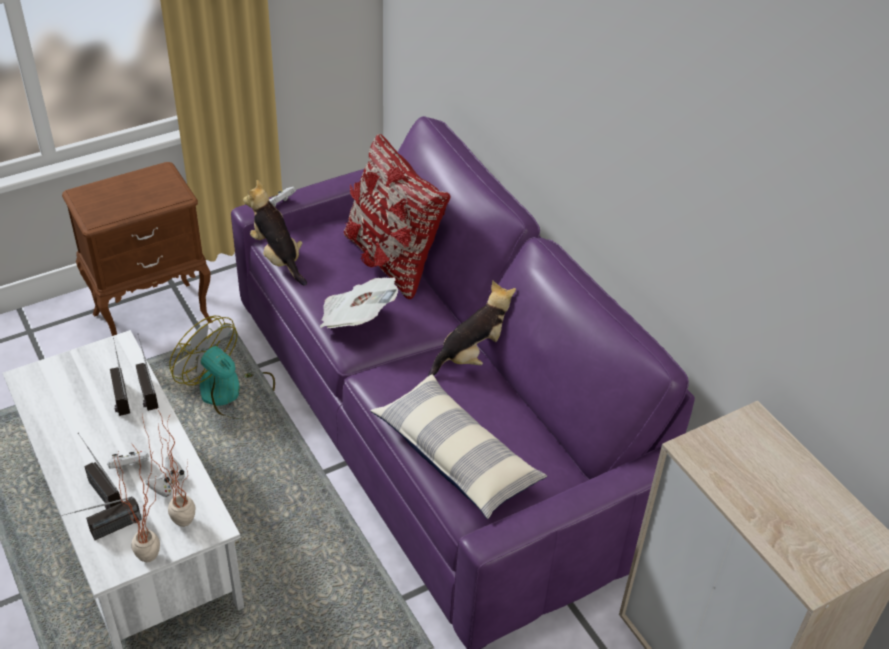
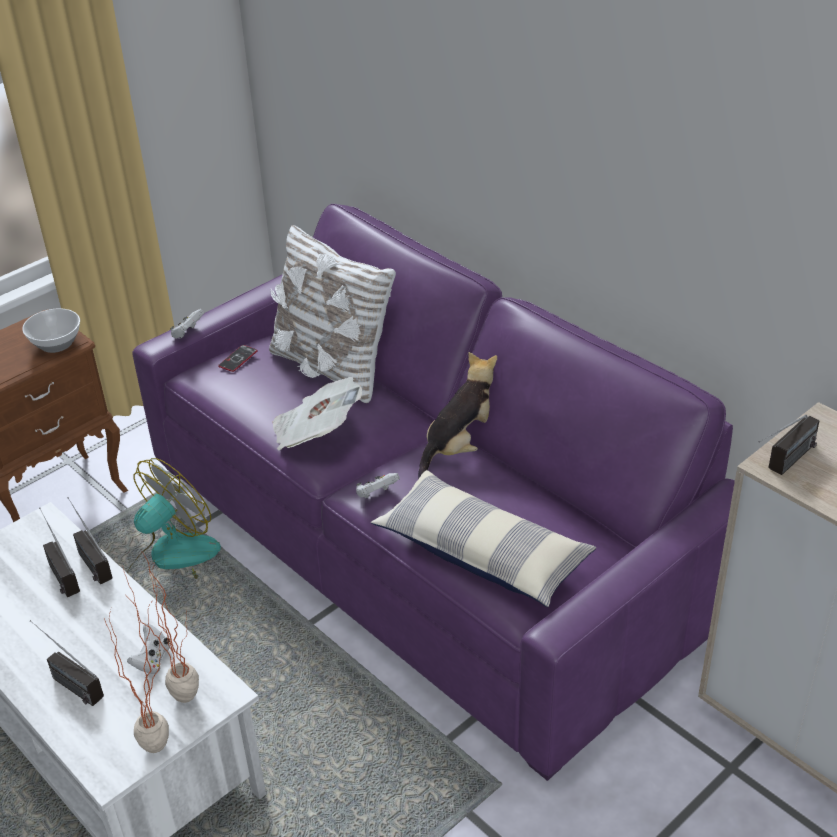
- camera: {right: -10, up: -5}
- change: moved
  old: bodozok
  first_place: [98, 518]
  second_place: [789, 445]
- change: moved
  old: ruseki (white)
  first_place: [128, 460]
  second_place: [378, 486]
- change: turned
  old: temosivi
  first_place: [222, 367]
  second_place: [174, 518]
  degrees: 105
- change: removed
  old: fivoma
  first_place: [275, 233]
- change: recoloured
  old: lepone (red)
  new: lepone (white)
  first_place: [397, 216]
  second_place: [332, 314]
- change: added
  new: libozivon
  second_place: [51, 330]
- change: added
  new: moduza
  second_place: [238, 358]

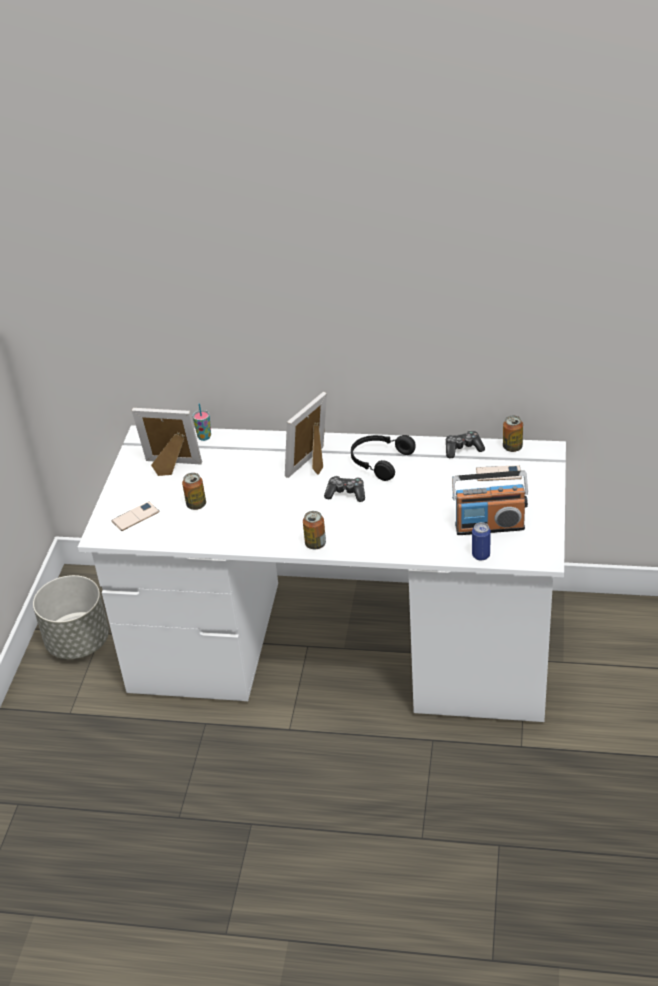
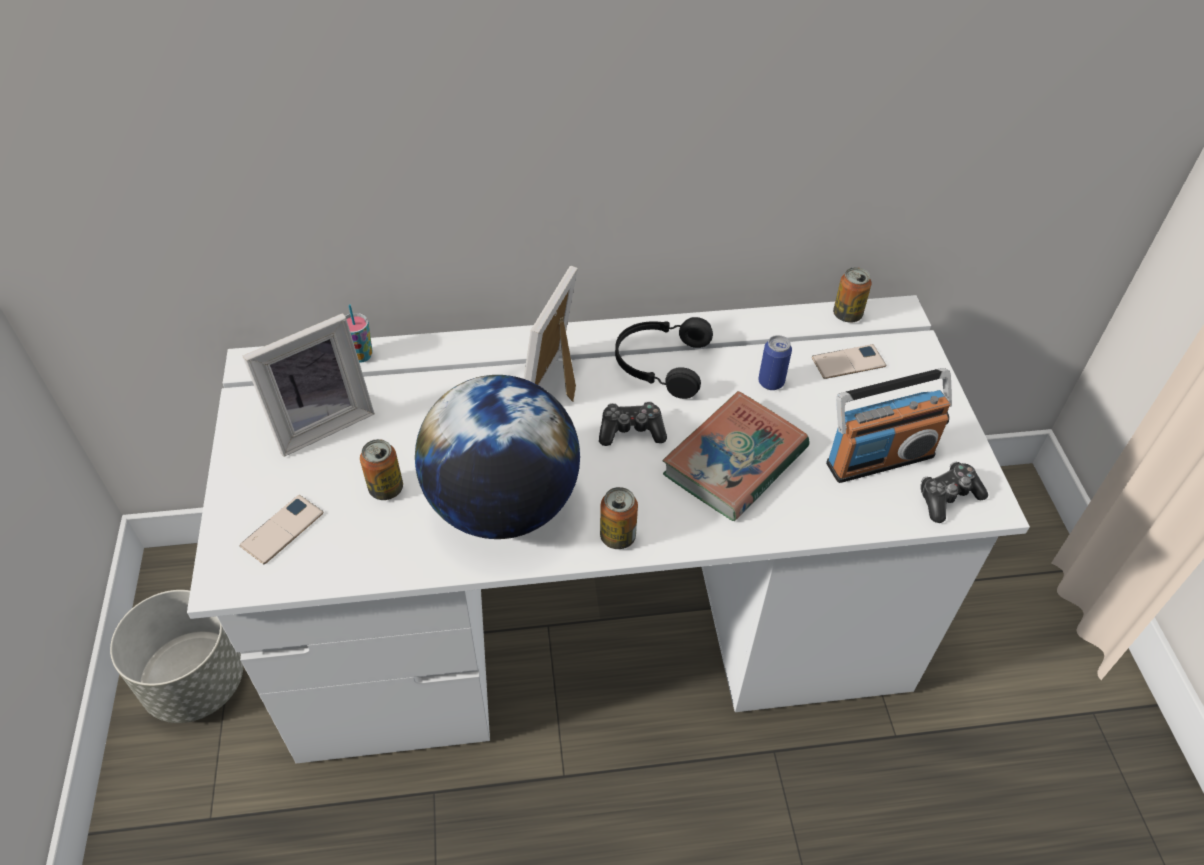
- camera: {right: -20, up: 10}
- change: turned
  old: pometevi
  first_place: [167, 442]
  second_place: [309, 385]
  degrees: 150
- change: moved
  old: ruseki
  first_place: [465, 444]
  second_place: [954, 492]
- change: moved
  old: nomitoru
  first_place: [481, 541]
  second_place: [775, 362]
- change: added
  new: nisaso
  second_place: [497, 457]
- change: added
  new: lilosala
  second_place: [735, 456]

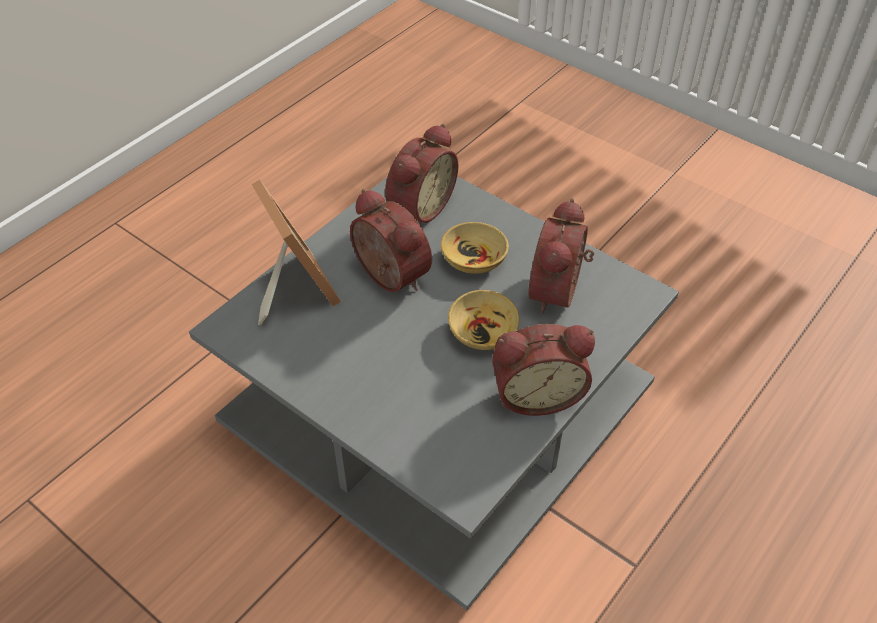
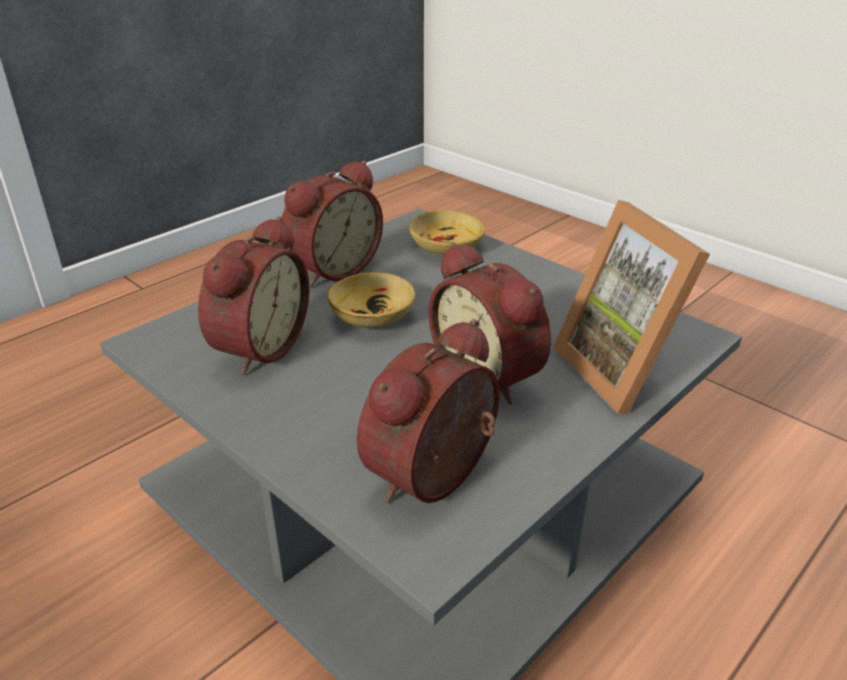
- camera: {right: -175, up: -15}
- change: moved
  old: libozivon (beige)
  first_place: [475, 248]
  second_place: [447, 232]
- change: turned
  old: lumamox
  first_place: [543, 370]
  second_place: [332, 223]
  degrees: 135

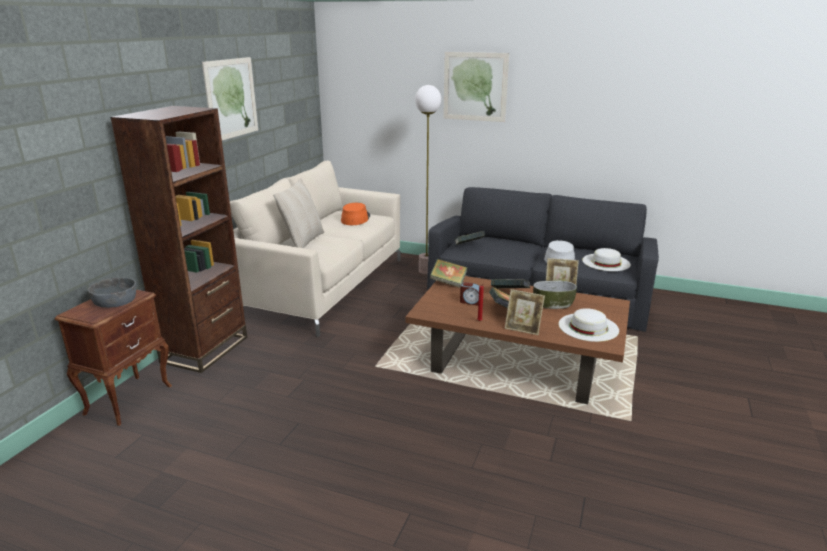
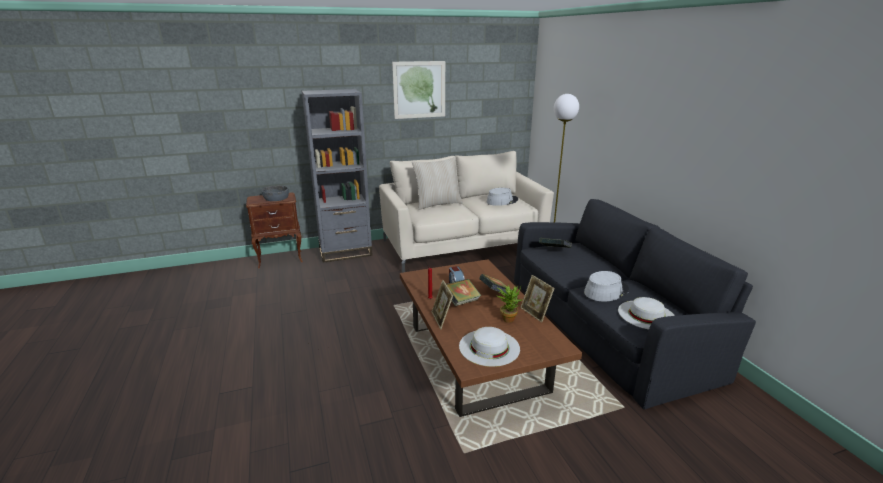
- camera: {right: 50, up: 0}
- change: recoloured
  old: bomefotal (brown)
  new: bomefotal (grey)
  first_place: [178, 239]
  second_place: [337, 176]
- change: recoloured
  old: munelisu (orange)
  new: munelisu (grey)
  first_place: [355, 214]
  second_place: [502, 197]
- change: removed
  old: lilosala
  first_place: [449, 273]
- change: removed
  old: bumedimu
  first_place: [476, 87]
- change: replaced
  old: libozivon
  new: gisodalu
  first_place: [555, 295]
  second_place: [510, 304]

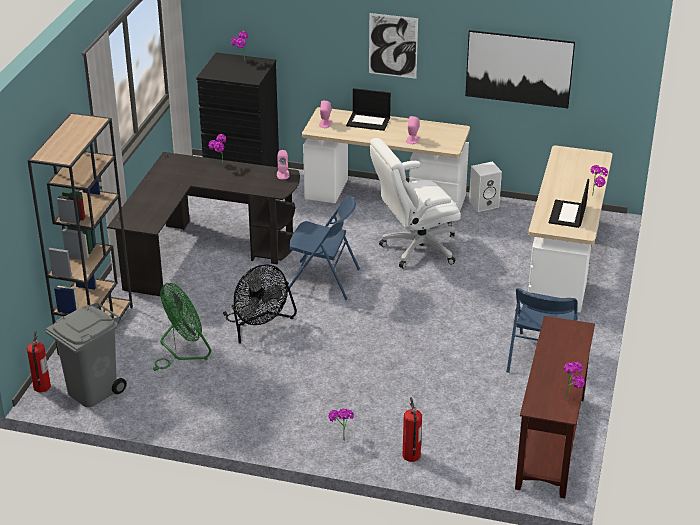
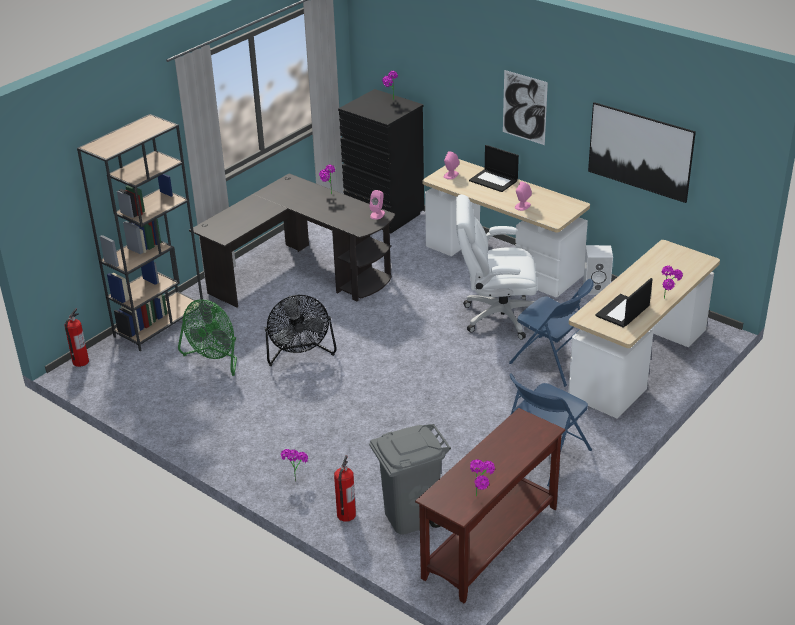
- camera: {right: 25, up: 0}
- change: moved
  old: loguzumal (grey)
  first_place: [86, 355]
  second_place: [410, 479]
- change: turned
  old: temosivi (green)
  first_place: [182, 327]
  second_place: [207, 337]
  degrees: 135
- change: moved
  old: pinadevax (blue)
  first_place: [324, 247]
  second_place: [551, 333]

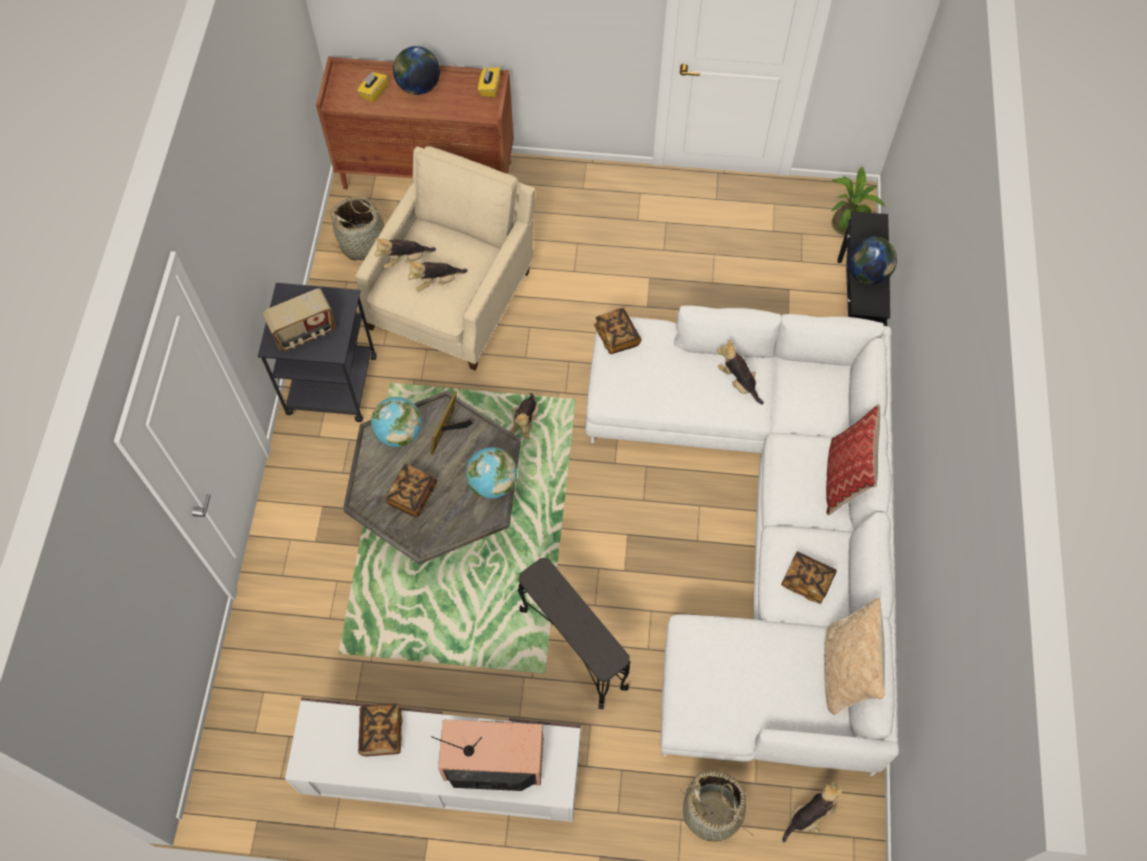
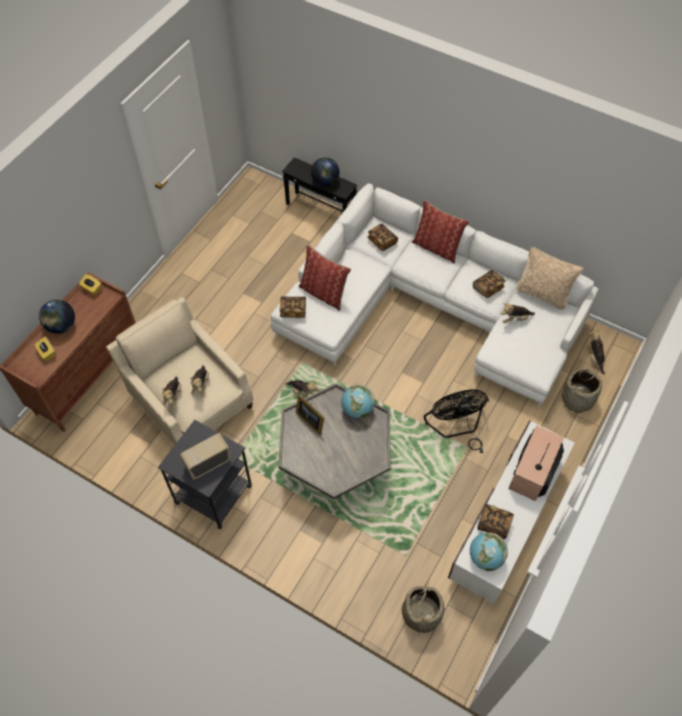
- camera: {right: -65, up: -5}
- change: turned
  old: bodozok
  first_place: [299, 320]
  second_place: [205, 456]
  degrees: -120
- change: moved
  old: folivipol
  first_place: [359, 228]
  second_place: [423, 608]
- change: moved
  old: nisaso
  first_place: [396, 422]
  second_place: [489, 551]
- change: moved
  old: lilosala
  first_place: [411, 490]
  second_place: [382, 237]
- change: replaced
  old: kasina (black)
  new: temosivi (black)
  first_place: [574, 633]
  second_place: [456, 421]
- change: moved
  old: fivoma
  first_place: [740, 372]
  second_place: [518, 313]
- change: removed
  old: gisodalu
  first_place: [858, 201]
- change: added
  new: lepone
  second_place: [324, 278]

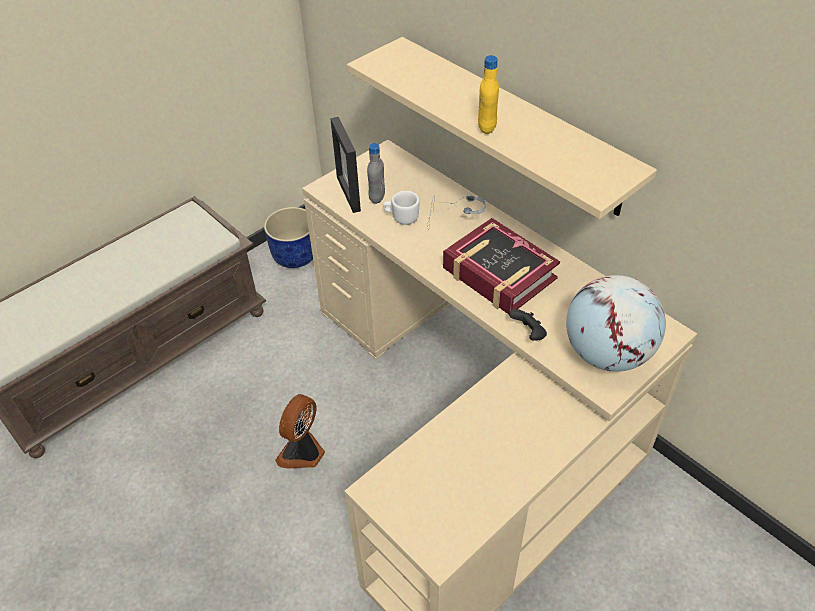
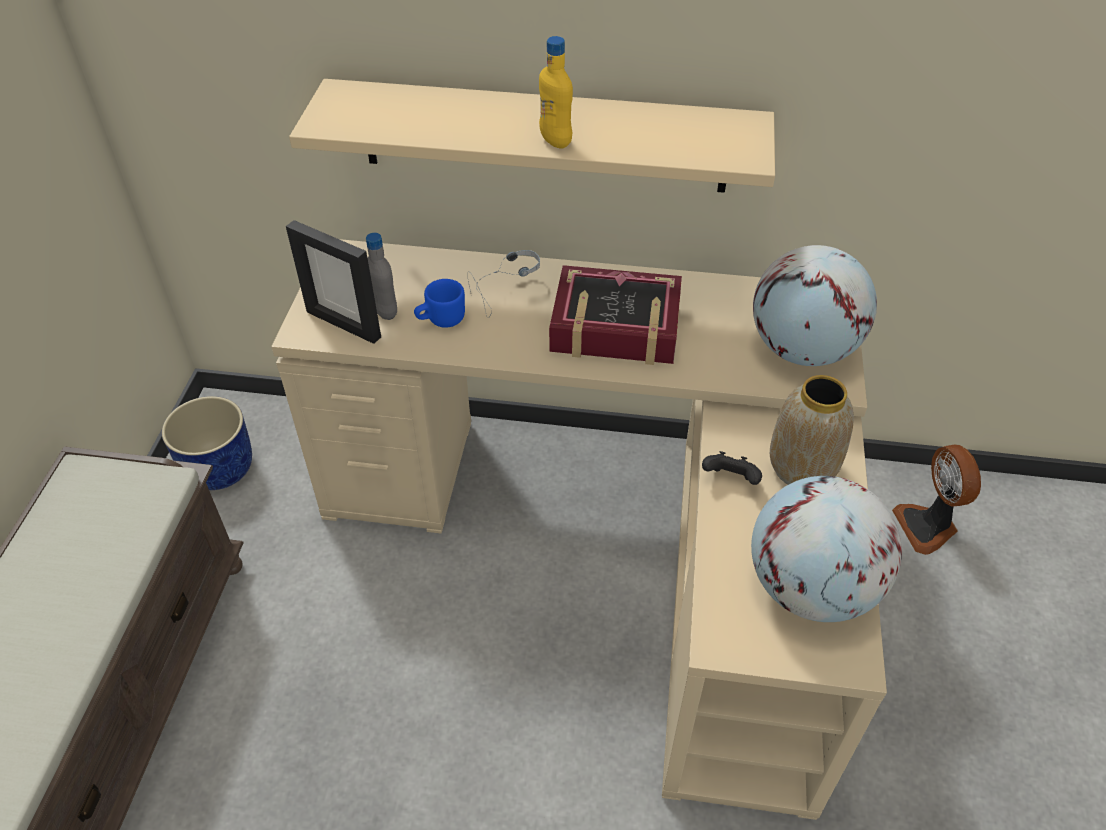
- camera: {right: -40, up: 0}
- change: moved
  old: temosivi
  first_place: [300, 431]
  second_place: [936, 499]
- change: recoloured
  old: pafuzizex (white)
  new: pafuzizex (blue)
  first_place: [401, 208]
  second_place: [439, 303]
- change: moved
  old: ruseki (black)
  first_place: [528, 325]
  second_place: [732, 468]
- change: added
  new: nisaso
  second_place: [826, 549]
- change: added
  new: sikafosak
  second_place: [812, 430]

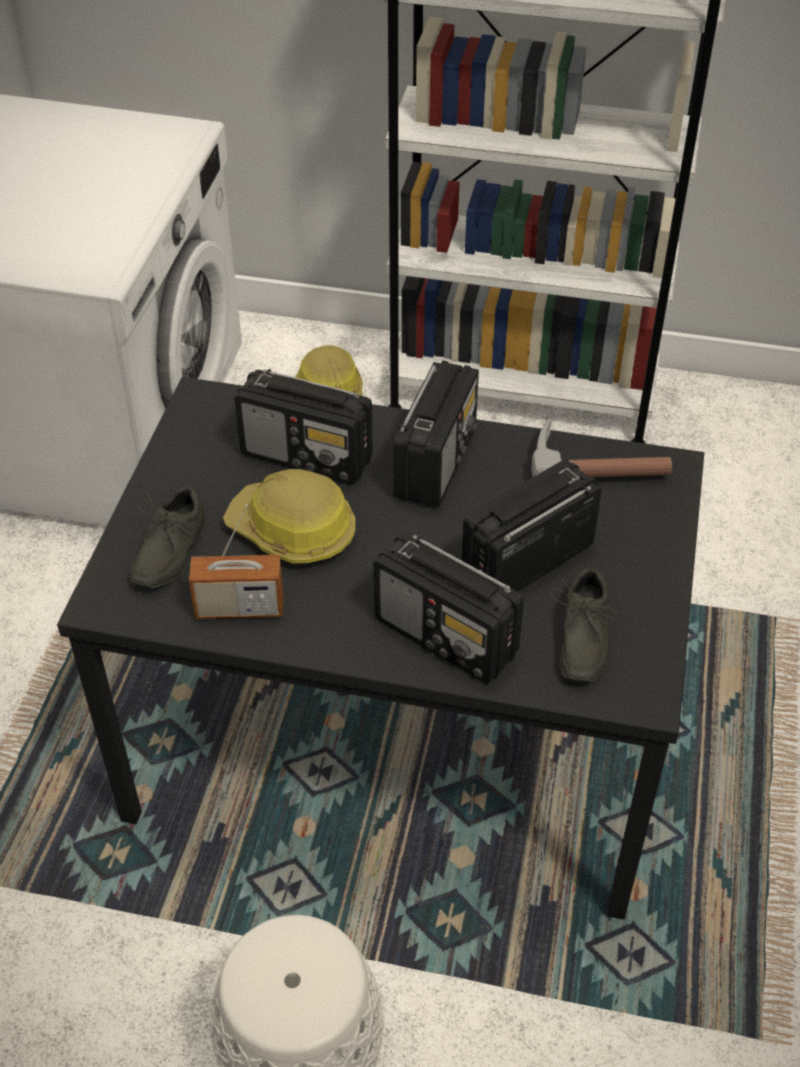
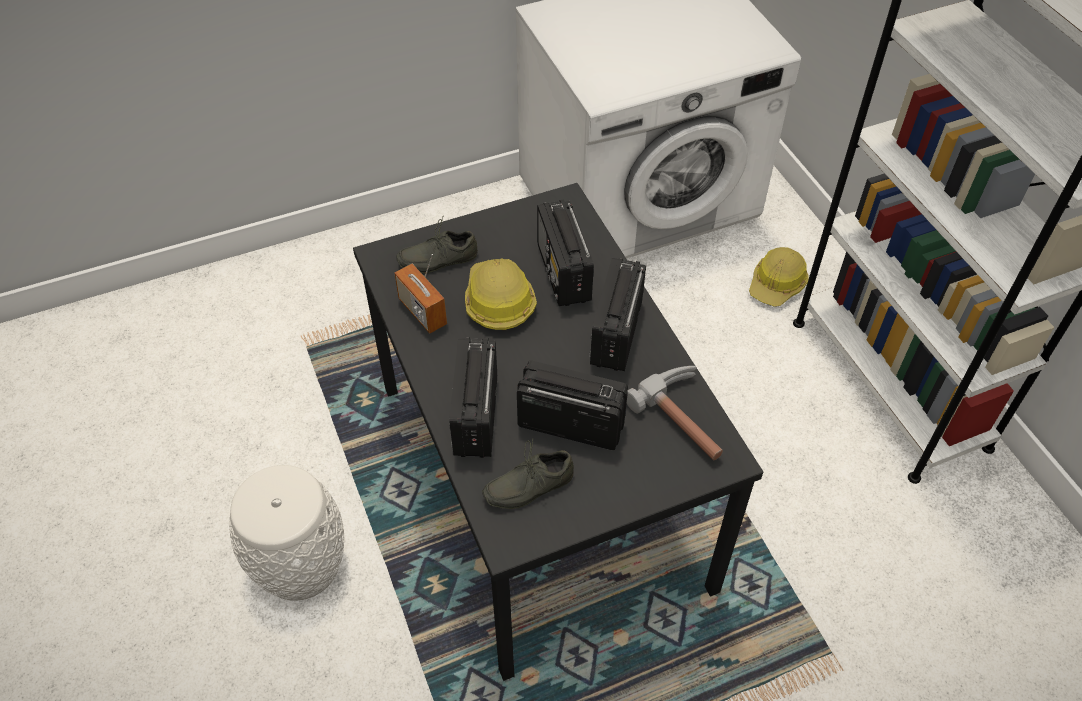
- camera: {right: 55, up: 5}
- change: turned
  old: bodozok
  first_place: [436, 433]
  second_place: [617, 314]
  degrees: 120

